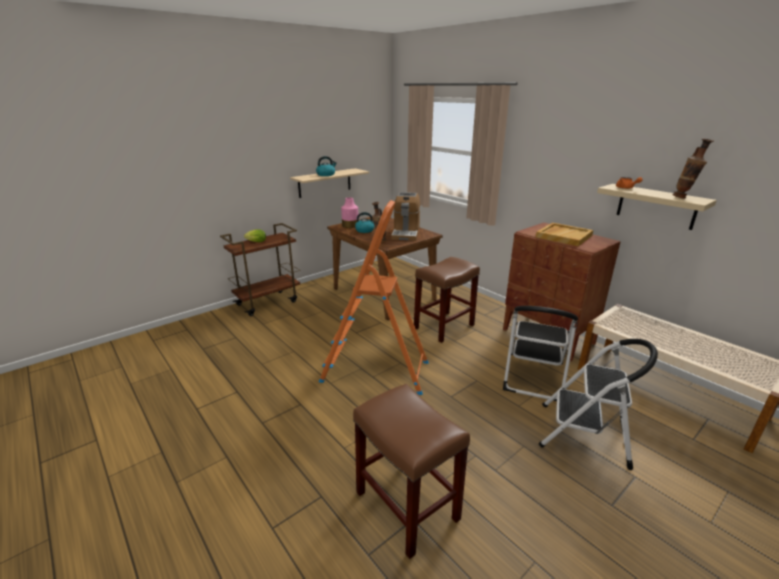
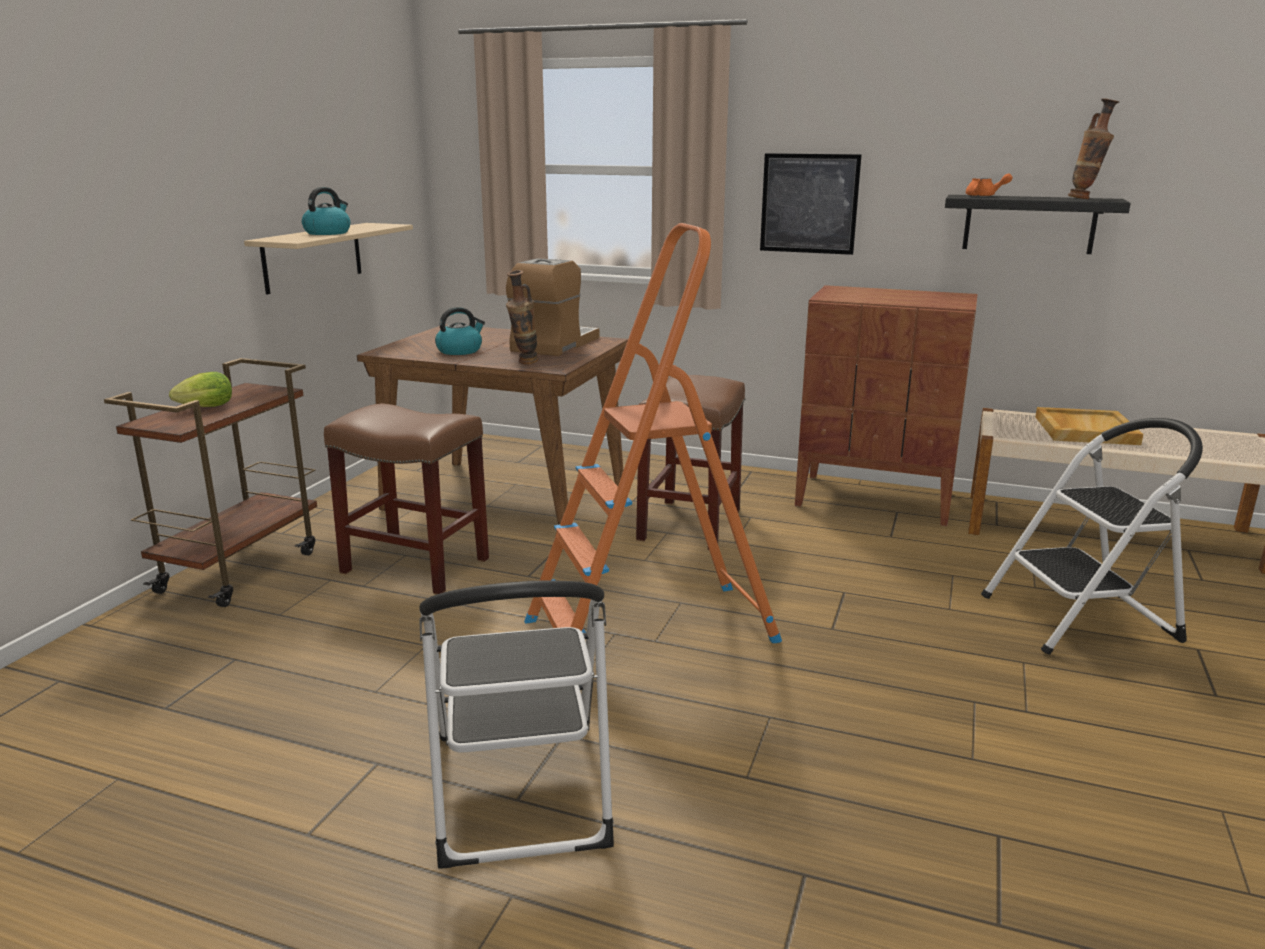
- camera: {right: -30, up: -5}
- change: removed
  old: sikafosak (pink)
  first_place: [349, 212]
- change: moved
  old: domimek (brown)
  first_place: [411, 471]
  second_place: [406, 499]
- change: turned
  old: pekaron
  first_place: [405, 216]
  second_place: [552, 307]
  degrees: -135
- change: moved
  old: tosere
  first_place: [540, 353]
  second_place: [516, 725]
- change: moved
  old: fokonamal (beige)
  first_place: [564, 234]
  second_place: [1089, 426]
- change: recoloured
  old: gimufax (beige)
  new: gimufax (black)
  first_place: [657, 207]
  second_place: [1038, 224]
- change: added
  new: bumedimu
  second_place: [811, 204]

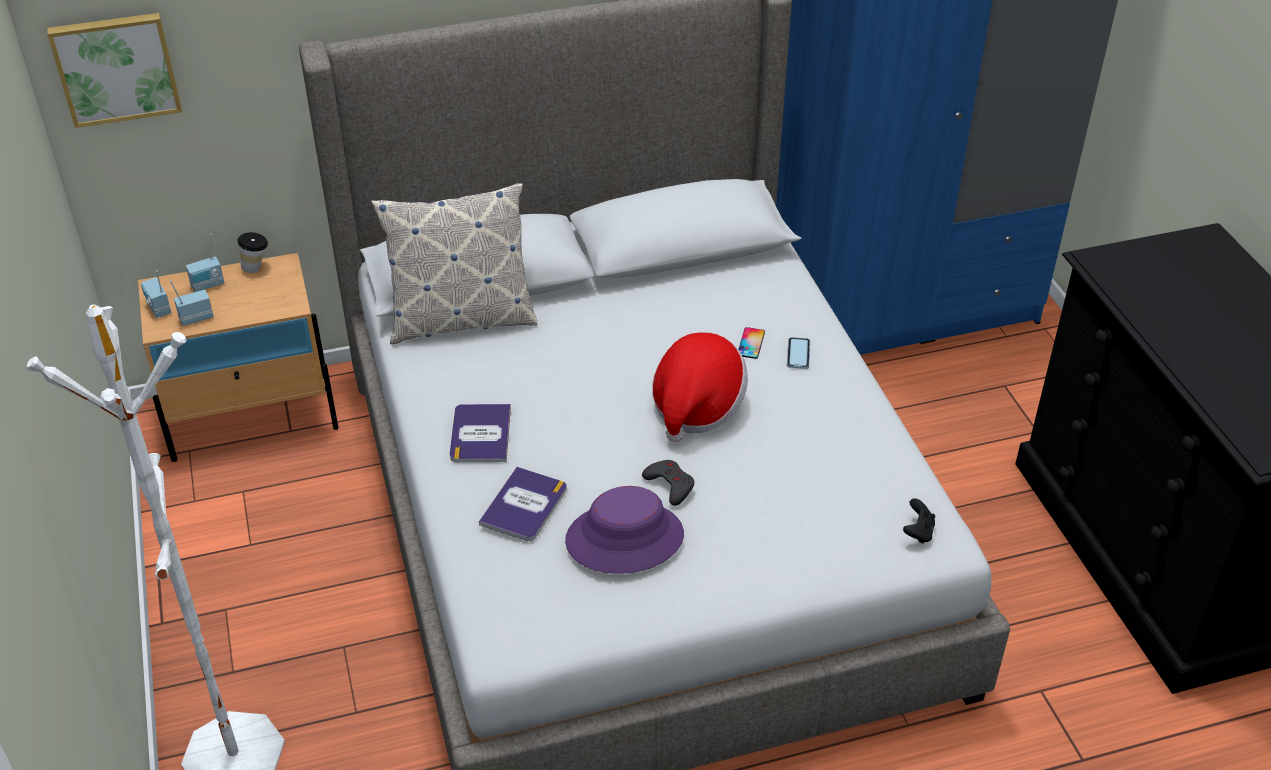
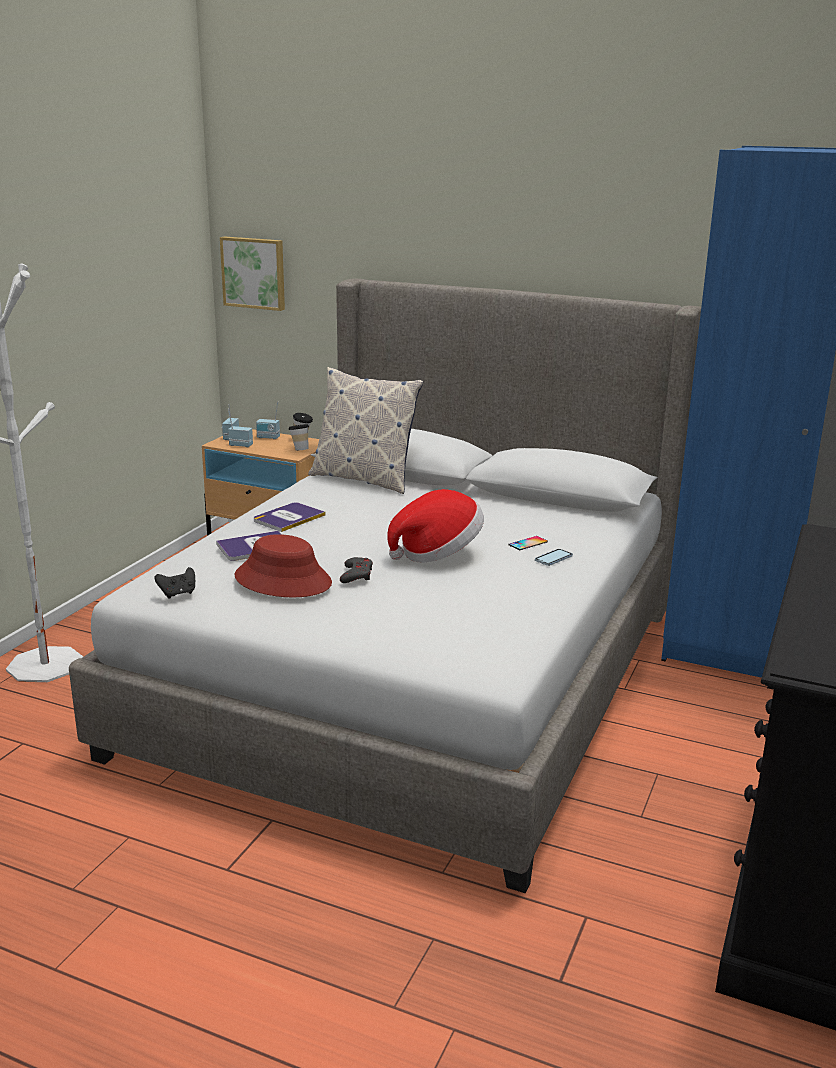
- camera: {right: 40, up: -20}
- change: recoloured
  old: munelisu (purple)
  new: munelisu (red)
  first_place: [624, 530]
  second_place: [283, 565]
- change: moved
  old: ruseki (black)
  first_place: [919, 521]
  second_place: [174, 583]
- change: added
  new: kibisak
  second_place: [298, 437]

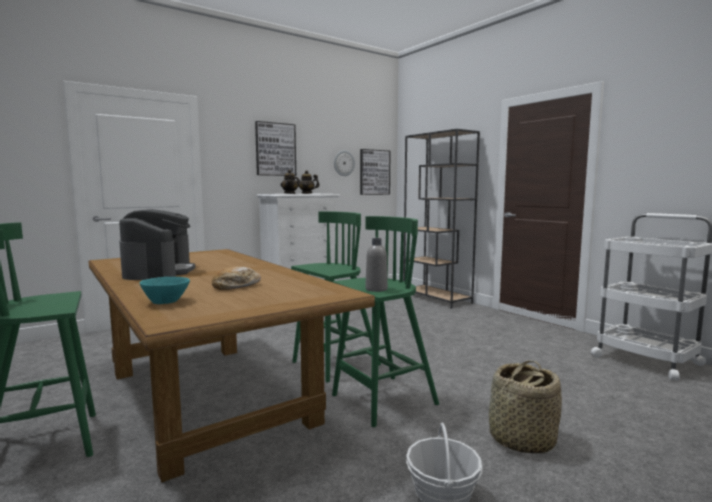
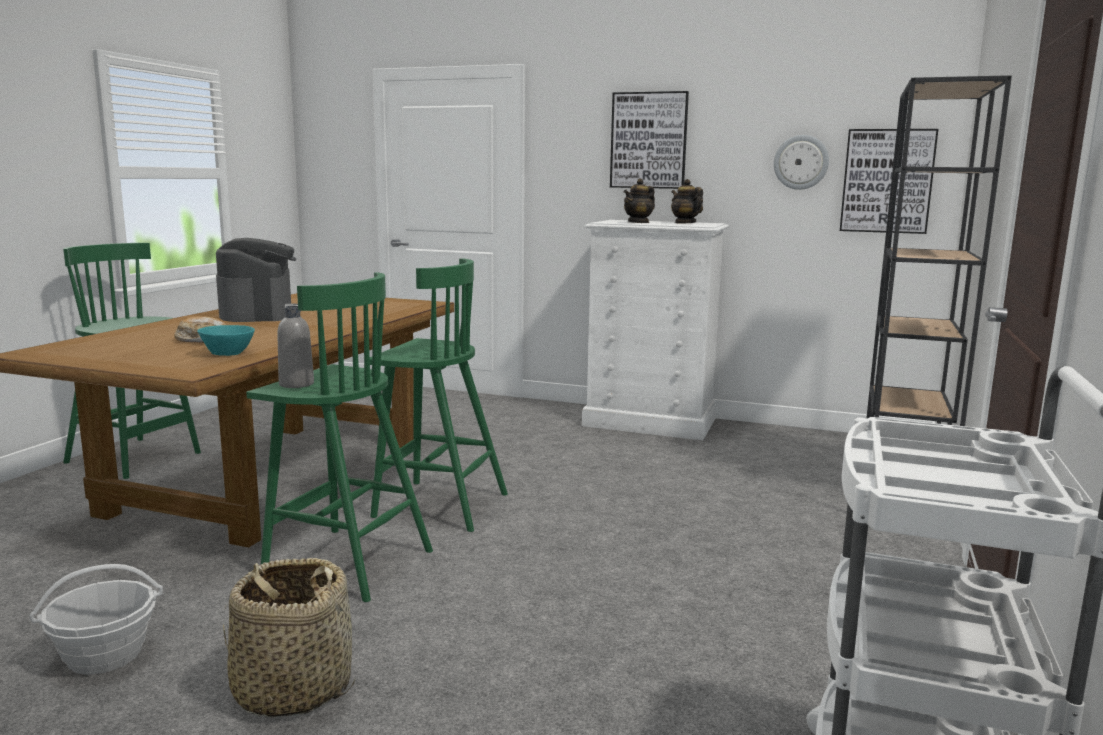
- camera: {right: 55, up: 5}
- change: turned
  old: pekaron
  first_place: [157, 244]
  second_place: [258, 280]
  degrees: -60
- change: moved
  old: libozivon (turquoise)
  first_place: [165, 290]
  second_place: [226, 340]

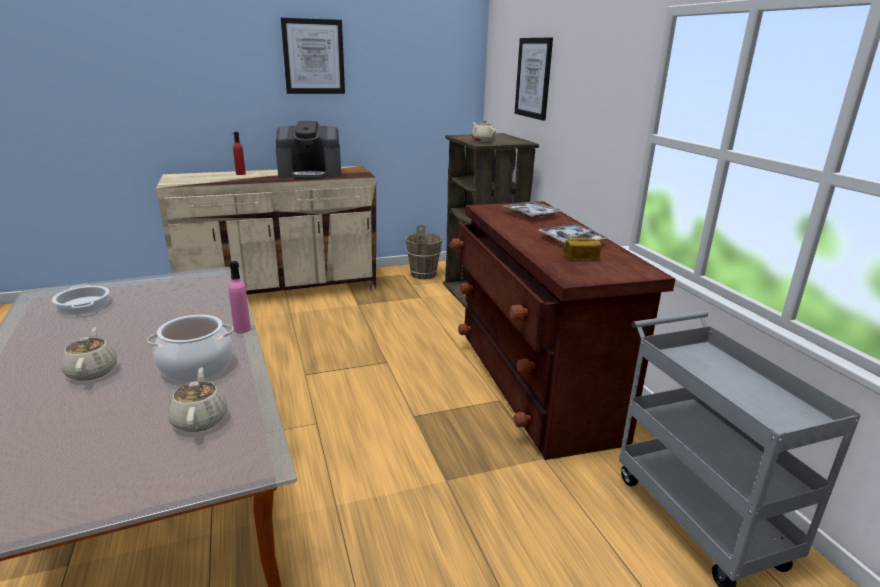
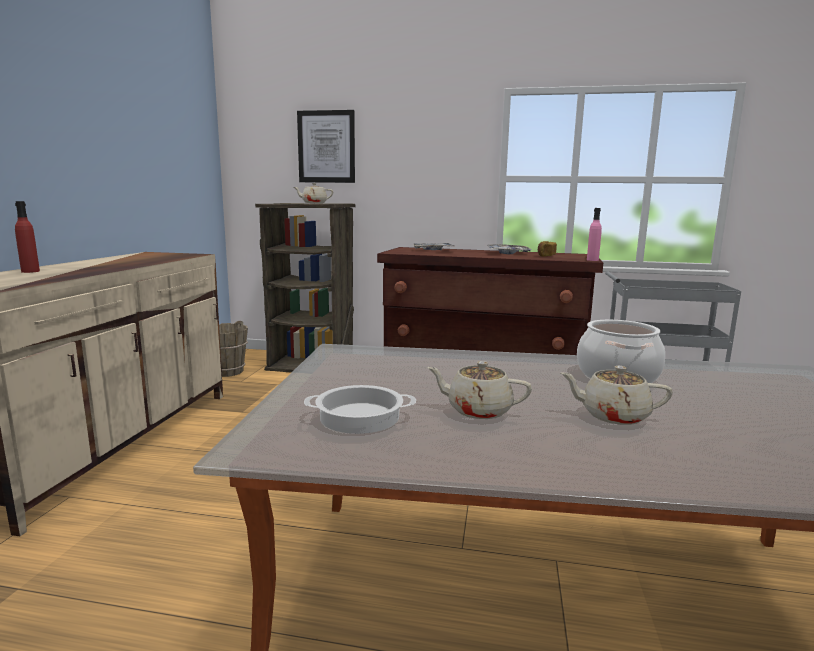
- camera: {right: -60, up: -10}
- change: moved
  old: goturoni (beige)
  first_place: [198, 399]
  second_place: [479, 390]
- change: moved
  old: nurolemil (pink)
  first_place: [240, 297]
  second_place: [594, 234]
- change: removed
  old: pekaron
  first_place: [308, 150]
- change: removed
  old: bumedimu
  first_place: [313, 56]

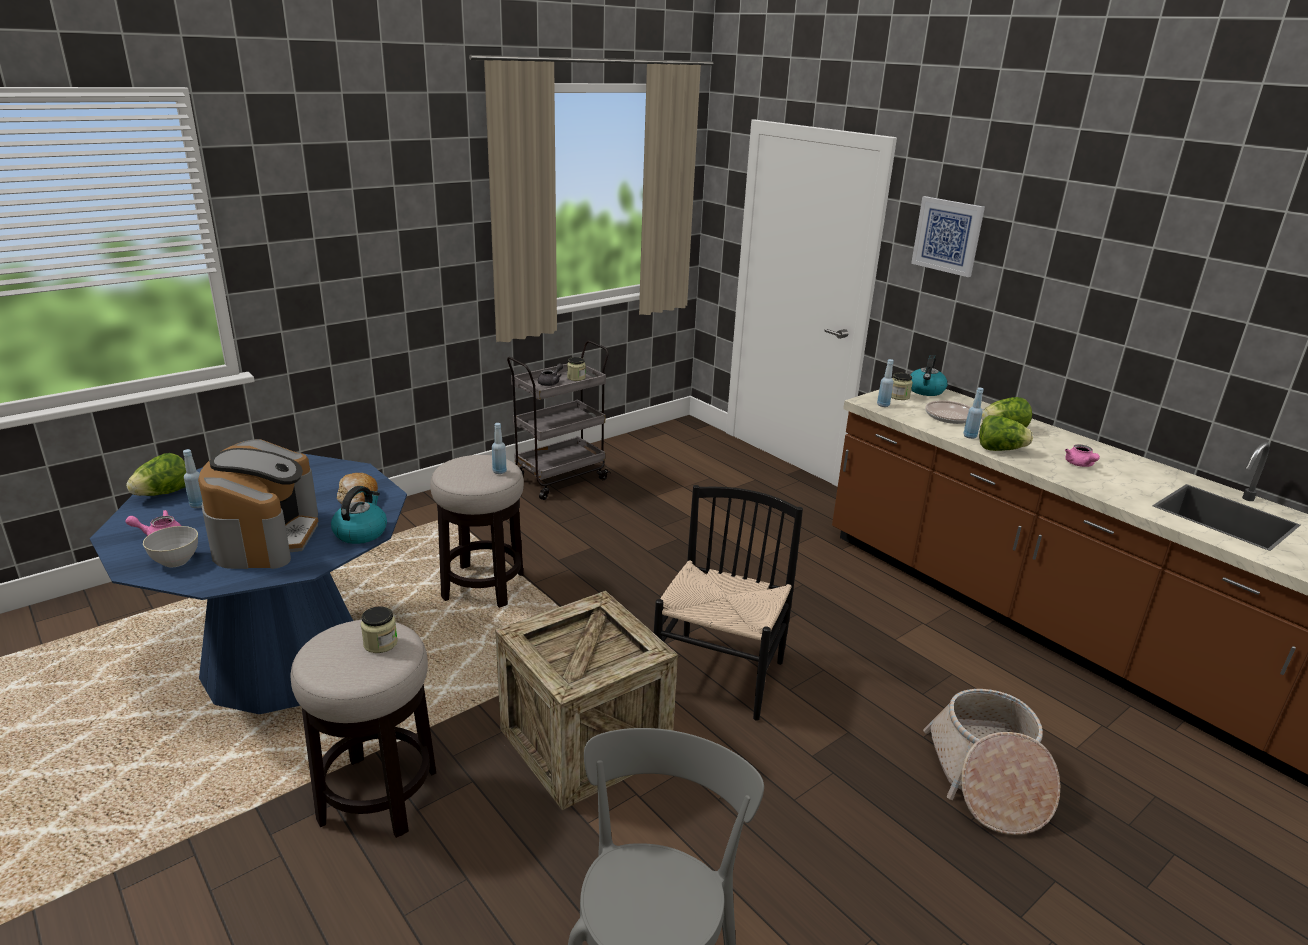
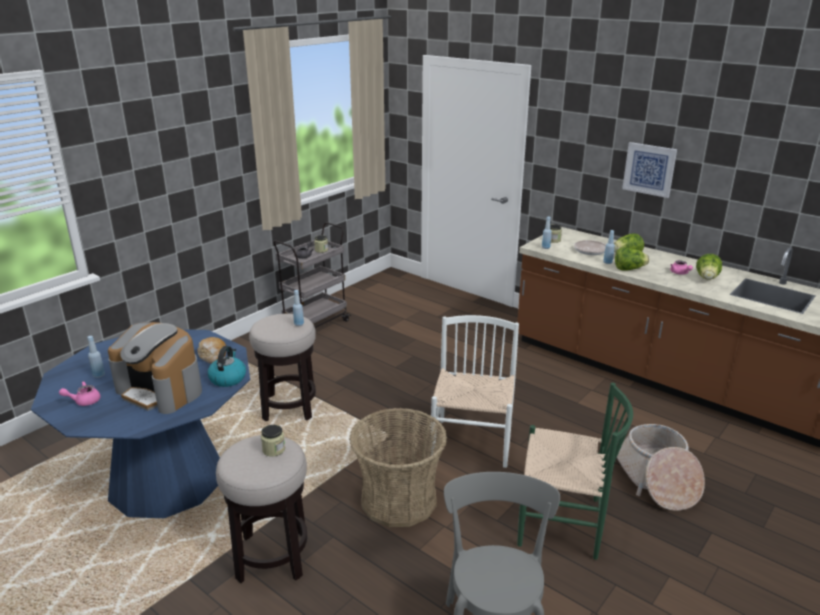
- camera: {right: -10, up: 0}
- change: moved
  old: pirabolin
  first_place: [156, 474]
  second_place: [709, 267]
- change: removed
  old: libozivon (grey)
  first_place: [170, 546]
- change: turned
  old: pekaron
  first_place: [258, 504]
  second_place: [155, 368]
  degrees: 135
- change: replaced
  old: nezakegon
  new: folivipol
  first_place: [586, 700]
  second_place: [398, 467]
- change: recoloured
  old: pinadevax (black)
  new: pinadevax (white)
  first_place: [728, 603]
  second_place: [475, 391]
- change: removed
  old: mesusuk
  first_place: [928, 375]
- change: moved
  old: bumedimu
  first_place: [948, 236]
  second_place: [649, 170]
- change: added
  new: pinadevax (green)
  second_place: [575, 471]

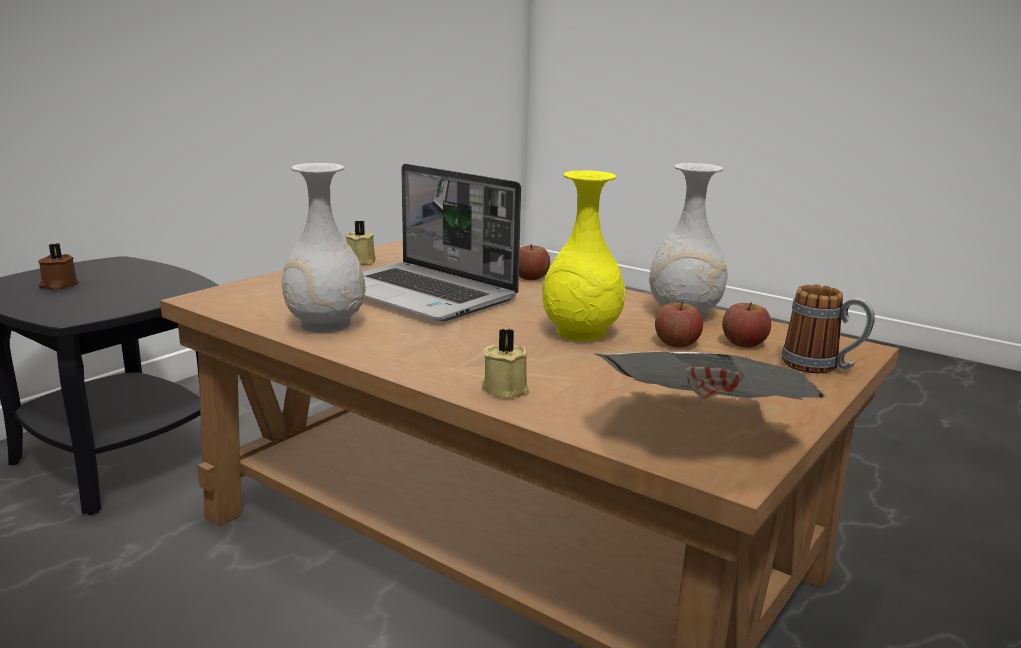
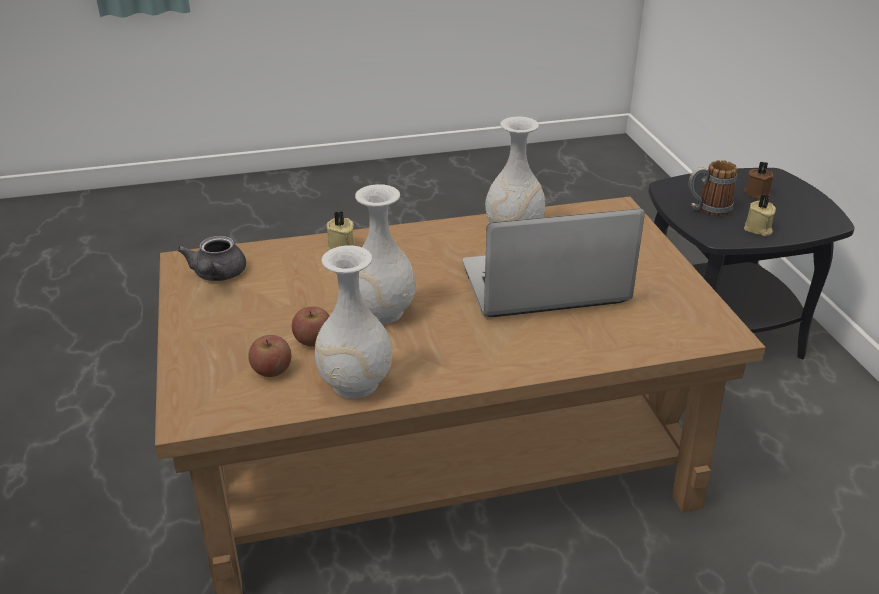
- camera: {right: 130, up: 15}
- change: moved
  old: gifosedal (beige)
  first_place: [360, 242]
  second_place: [760, 215]
- change: removed
  old: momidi
  first_place: [534, 262]
- change: recoloured
  old: sikafosak (yellow)
  new: sikafosak (white)
  first_place: [583, 256]
  second_place: [385, 254]
- change: replaced
  old: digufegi
  new: goturoni (grey)
  first_place: [709, 375]
  second_place: [212, 258]
- change: moved
  old: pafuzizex
  first_place: [828, 328]
  second_place: [713, 188]

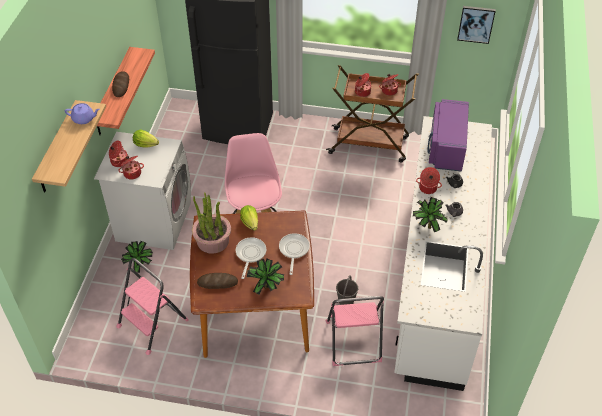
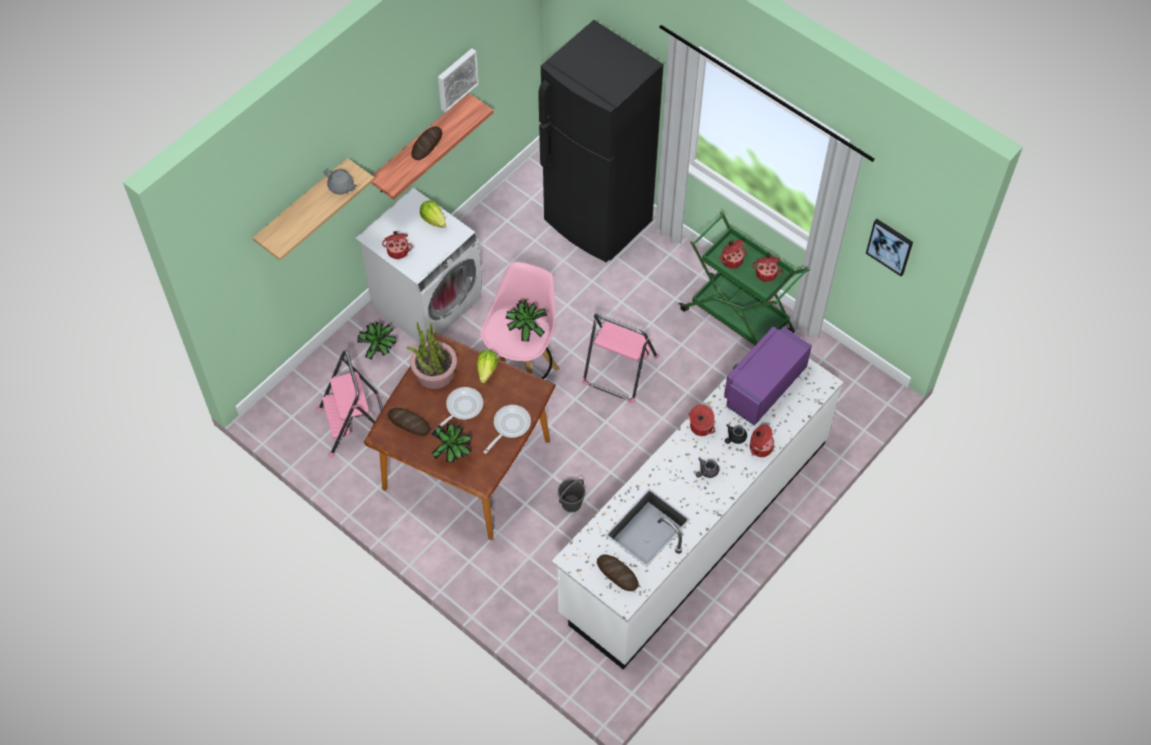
- camera: {right: 30, up: 10}
- change: recoloured
  old: goturoni (purple)
  new: goturoni (grey)
  first_place: [82, 113]
  second_place: [341, 181]
- change: moved
  old: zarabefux
  first_place: [118, 154]
  second_place: [762, 440]
- change: recoloured
  old: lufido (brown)
  new: lufido (green)
  first_place: [372, 114]
  second_place: [744, 278]
- change: moved
  old: tosere (pink)
  first_place: [355, 331]
  second_place: [620, 358]
- change: moved
  old: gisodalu
  first_place: [430, 214]
  second_place: [526, 321]
- change: added
  new: bumedimu
  second_place: [458, 80]
- change: added
  new: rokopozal
  second_place: [618, 572]

